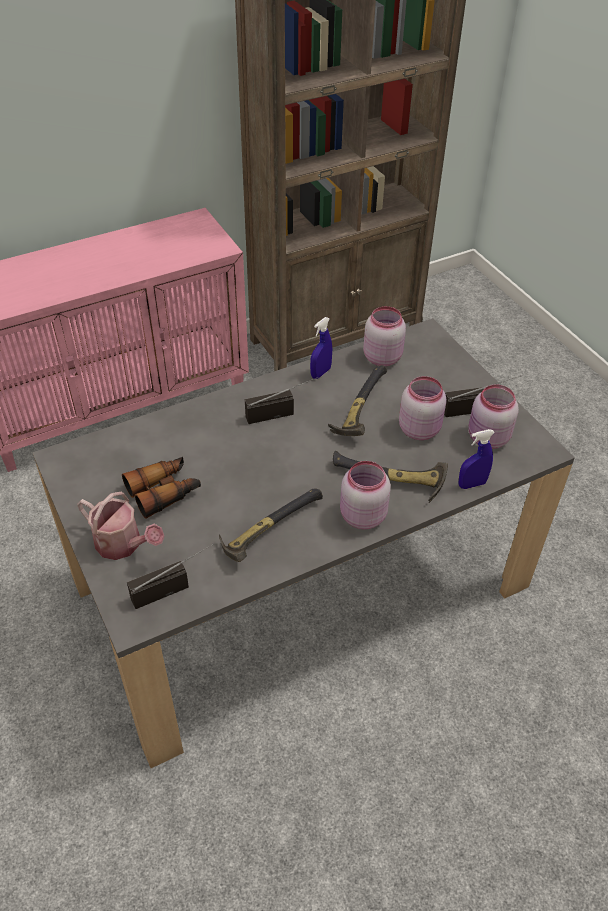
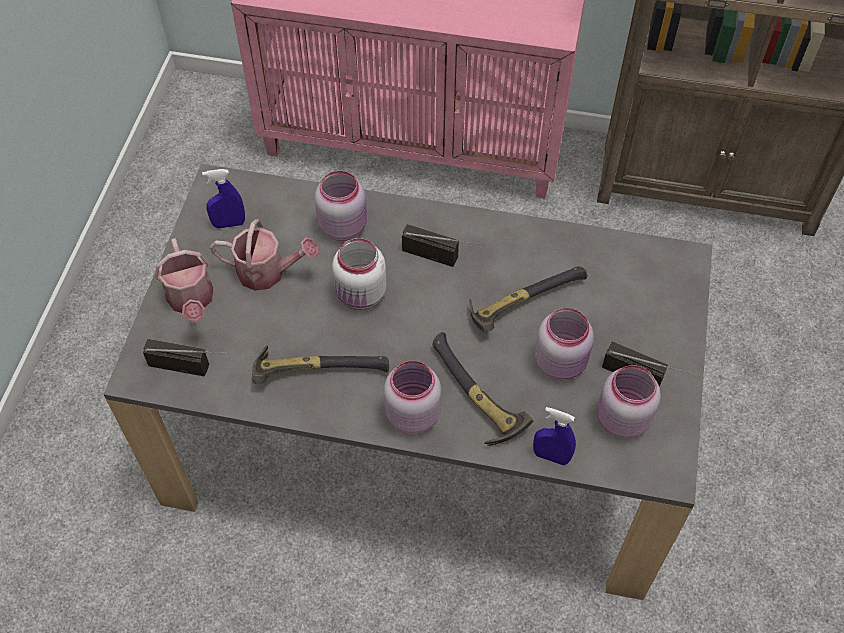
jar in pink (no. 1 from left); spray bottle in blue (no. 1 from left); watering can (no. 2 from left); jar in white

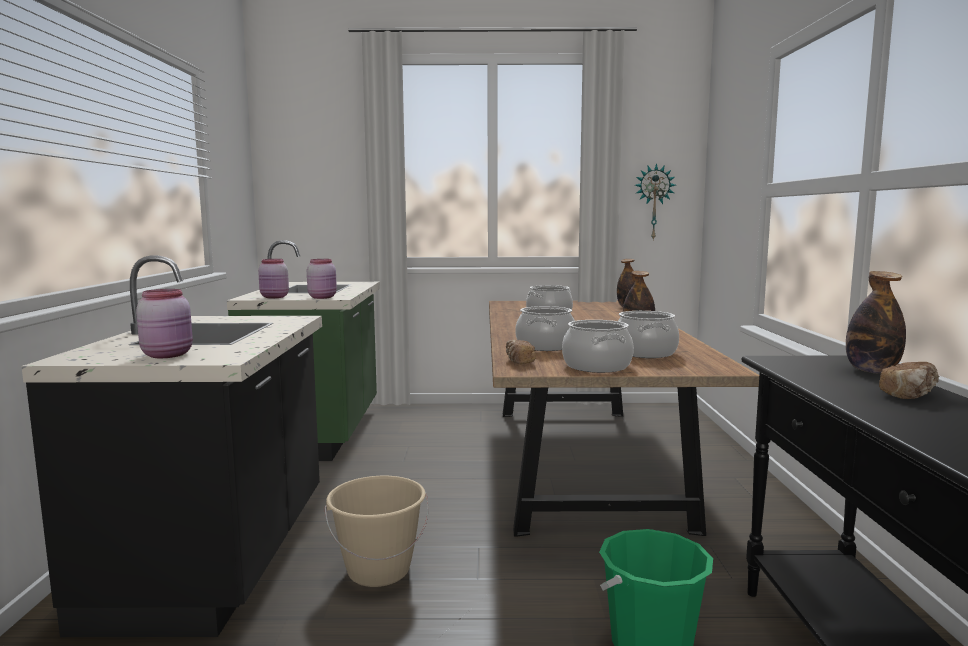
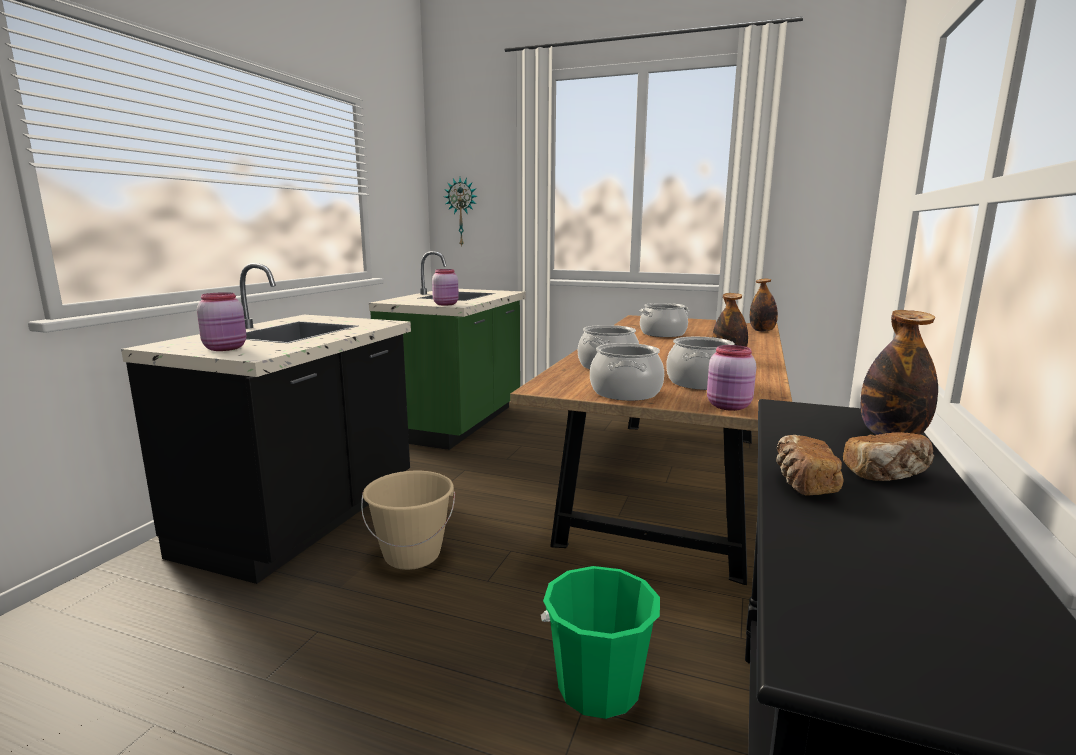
wall clock; jar in pink (no. 3 from left); bread (no. 1 from left)

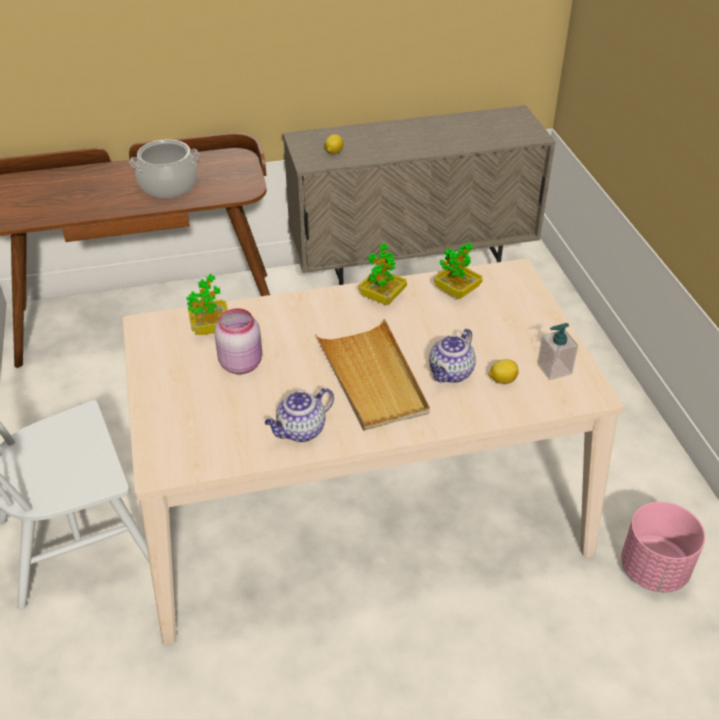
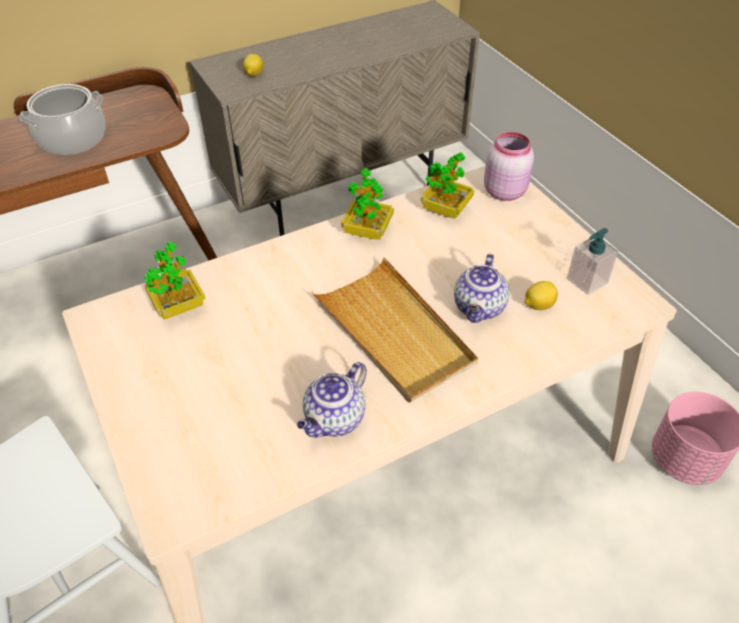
jar in pink

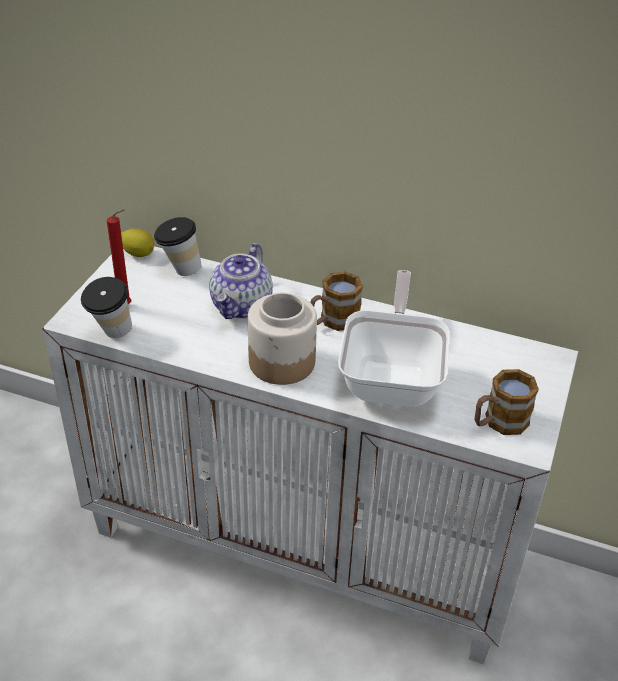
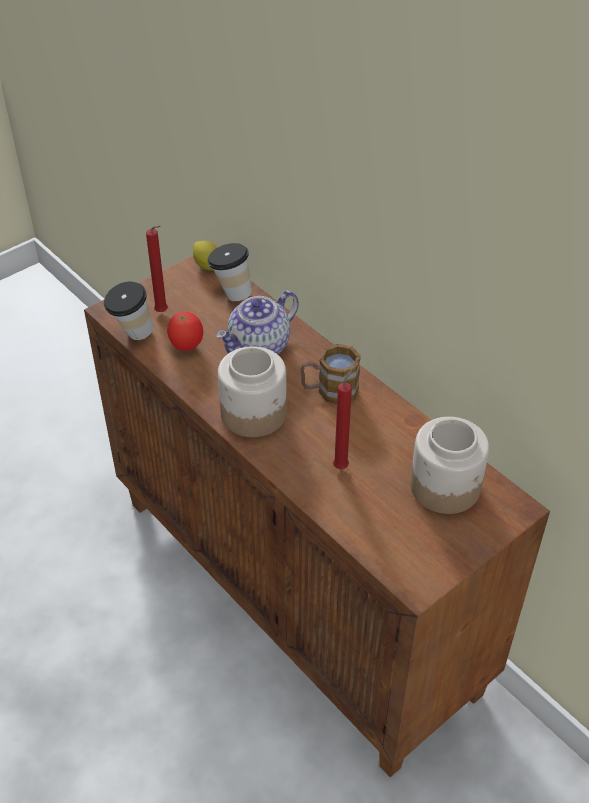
cabinet in brown; candle in red (no. 2 from left); mug (no. 2 from left in the first image); tomato; jar (no. 2 from left)

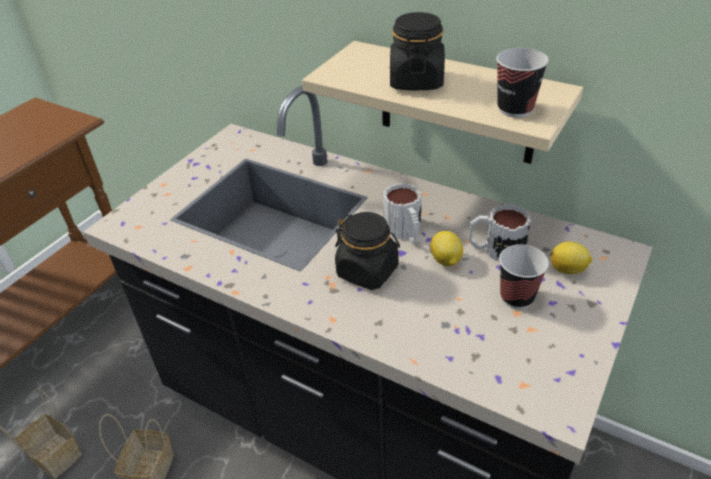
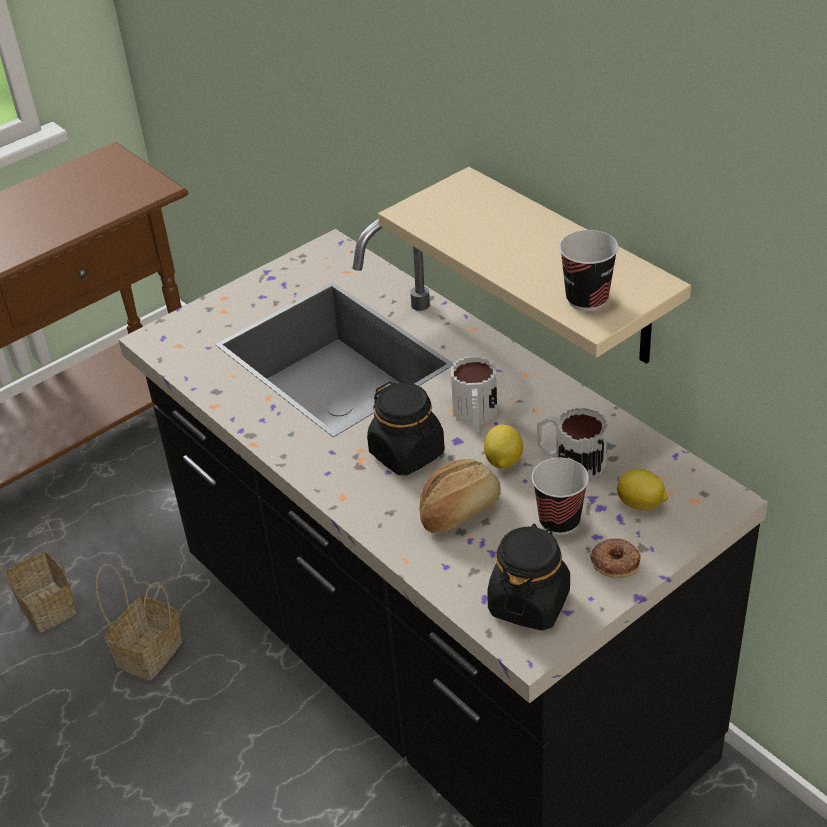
jar in black (no. 2 from left); bread; donut

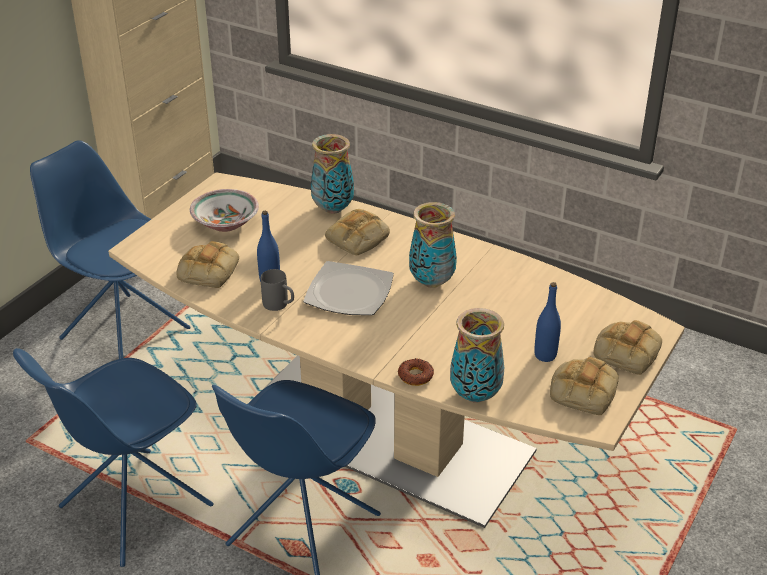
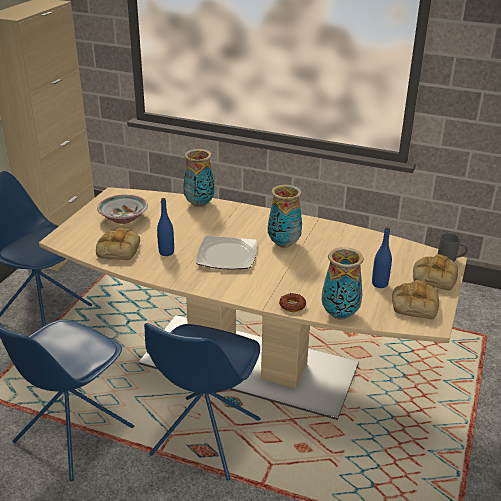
bread (no. 2 from left in the first image); mug in grey

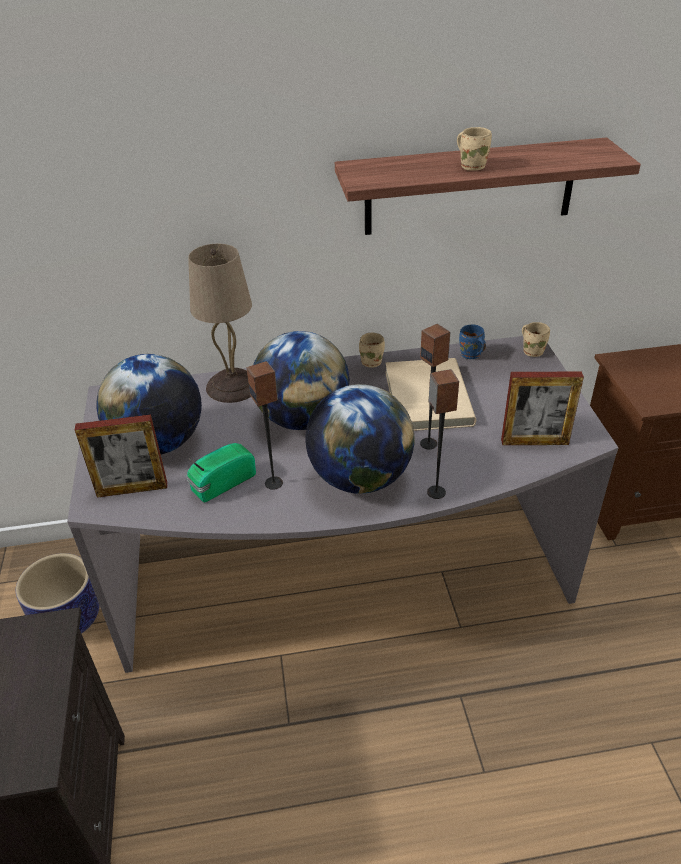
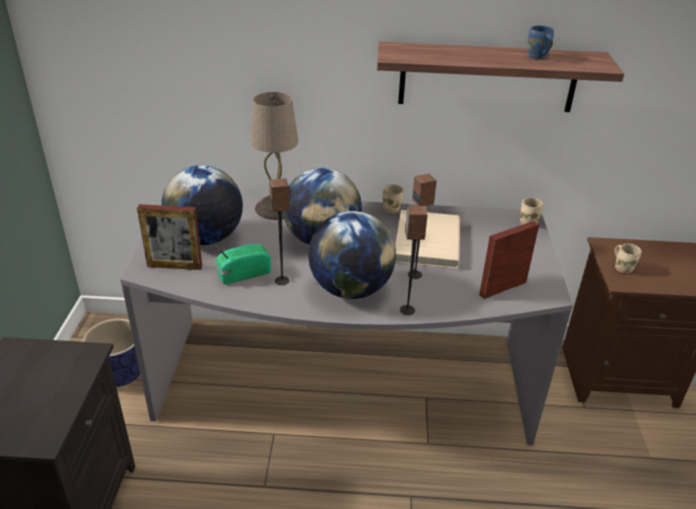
mug in beige (no. 3 from left); mug in blue; picture frame (no. 2 from left)

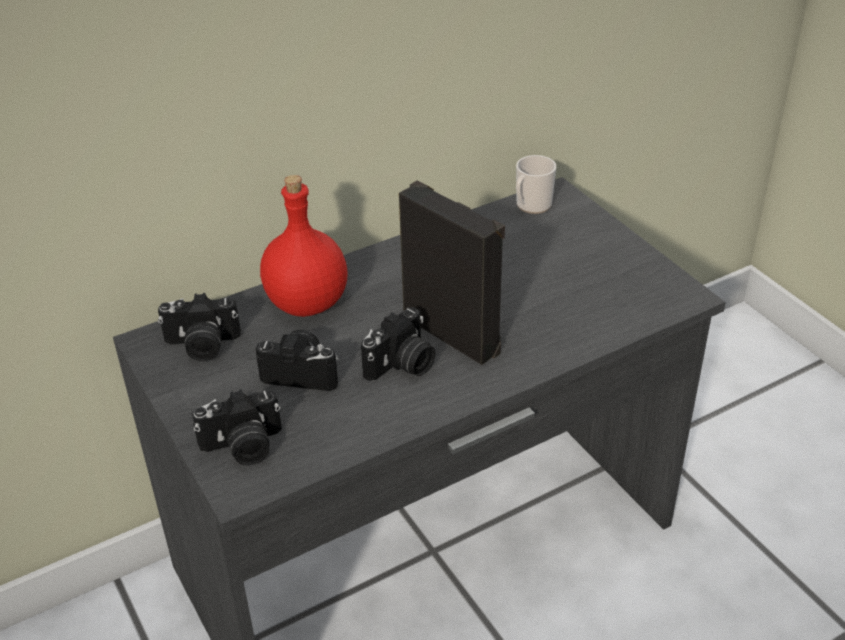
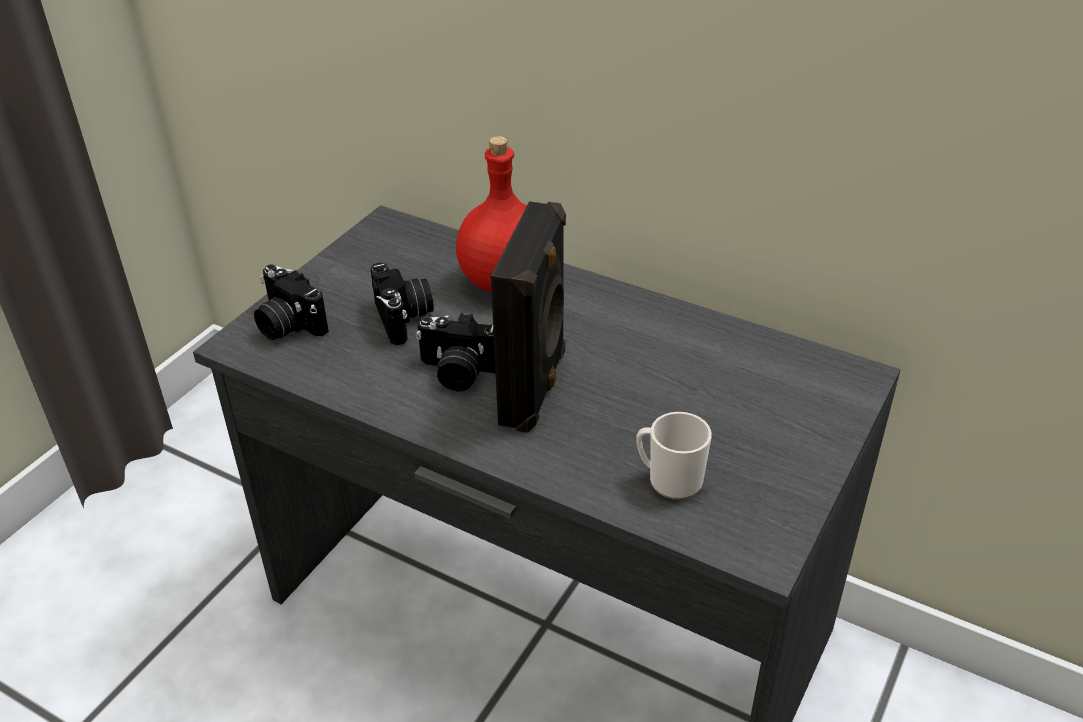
mug; photo camera (no. 1 from left in the first image)

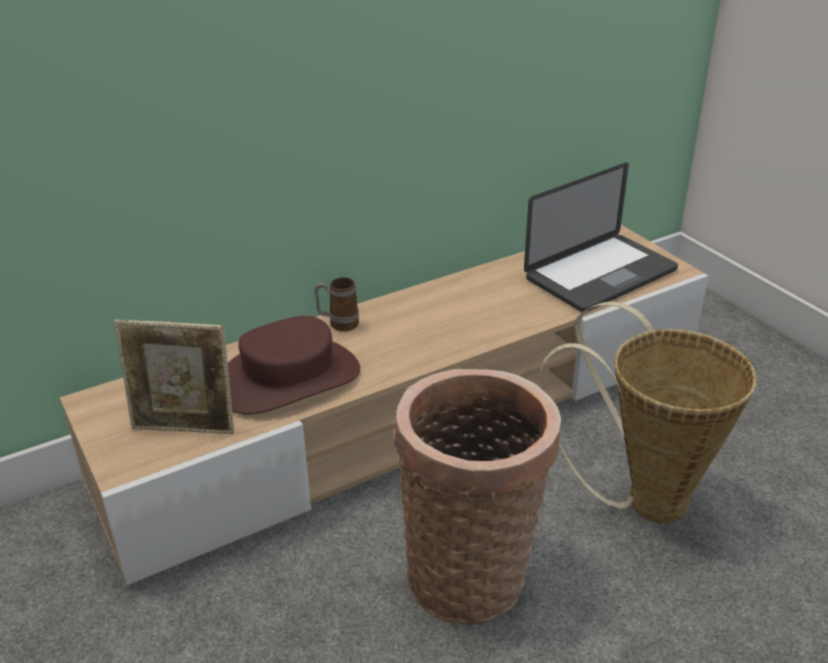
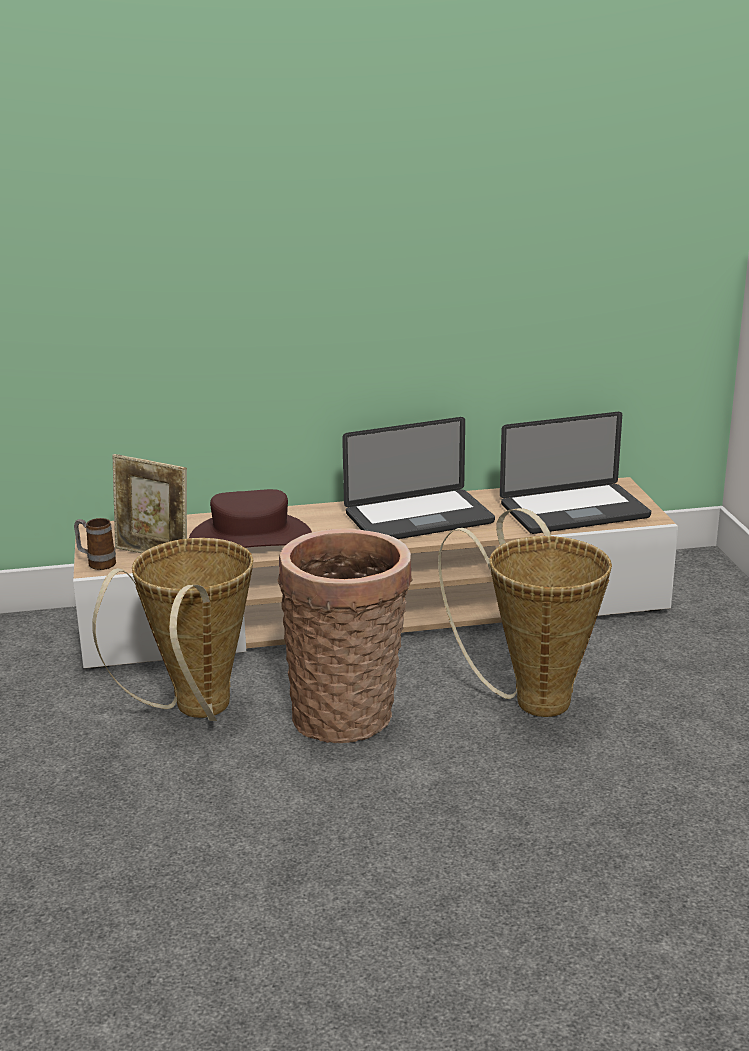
mug; laptop (no. 1 from left); basket (no. 1 from left)

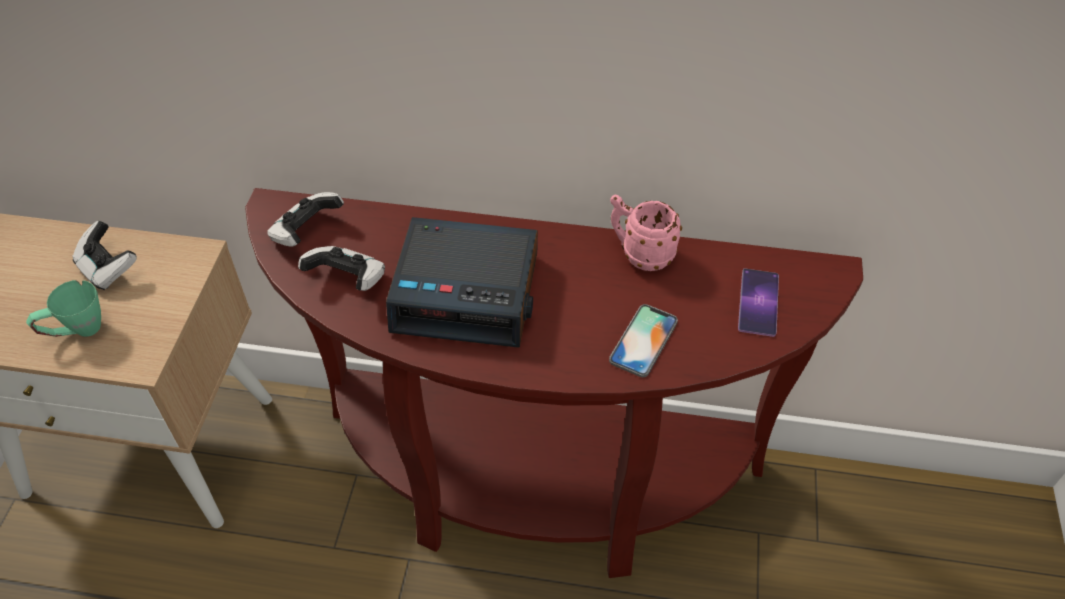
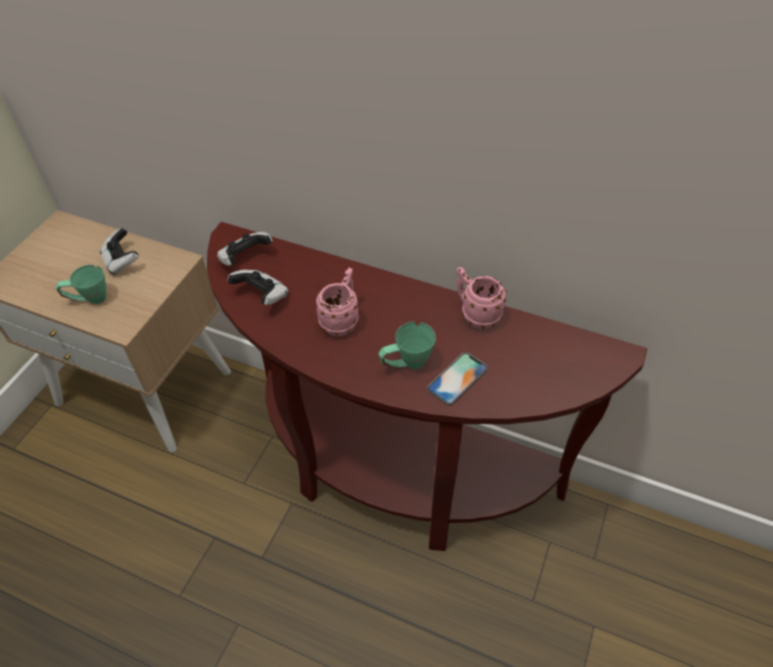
mug in pink (no. 1 from left); phone (no. 2 from left in the first image); mug in green (no. 2 from left)

